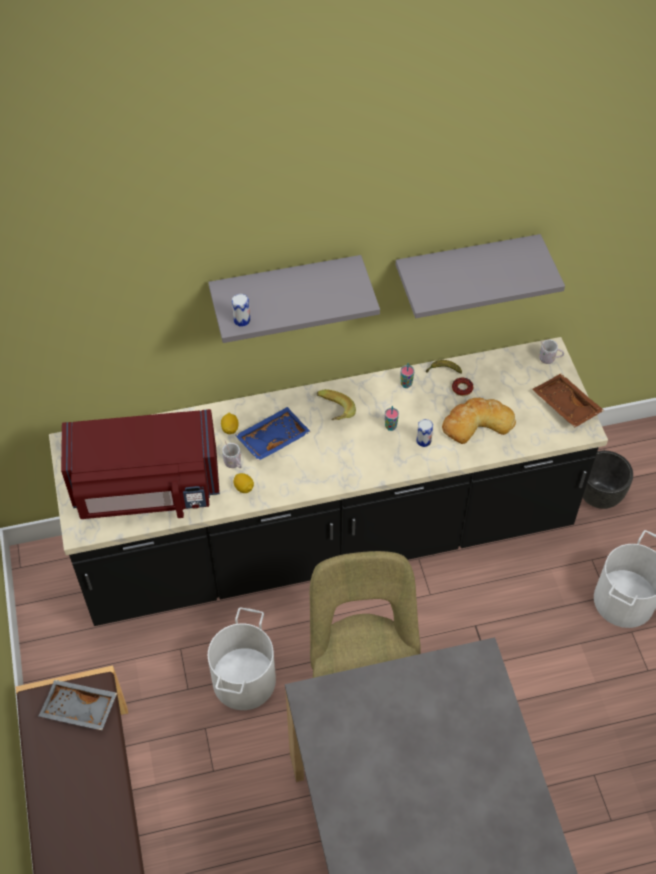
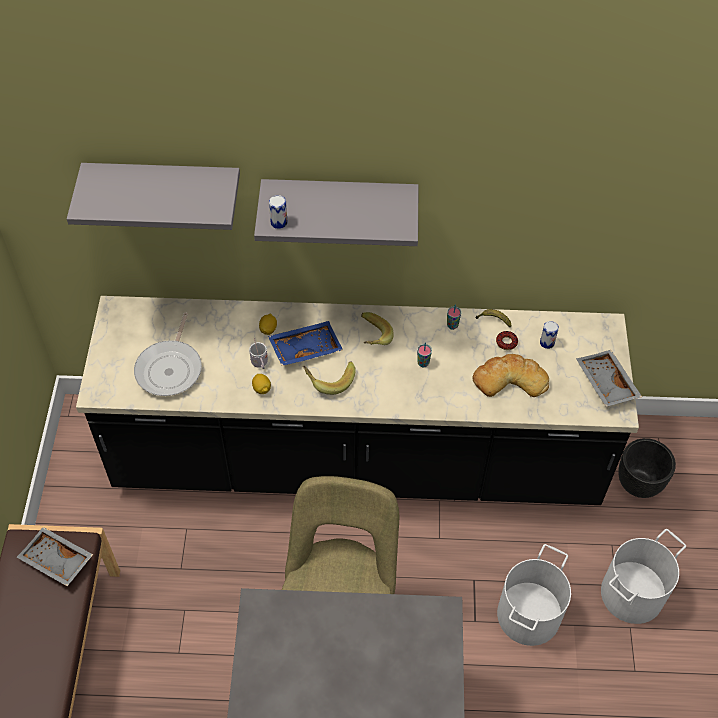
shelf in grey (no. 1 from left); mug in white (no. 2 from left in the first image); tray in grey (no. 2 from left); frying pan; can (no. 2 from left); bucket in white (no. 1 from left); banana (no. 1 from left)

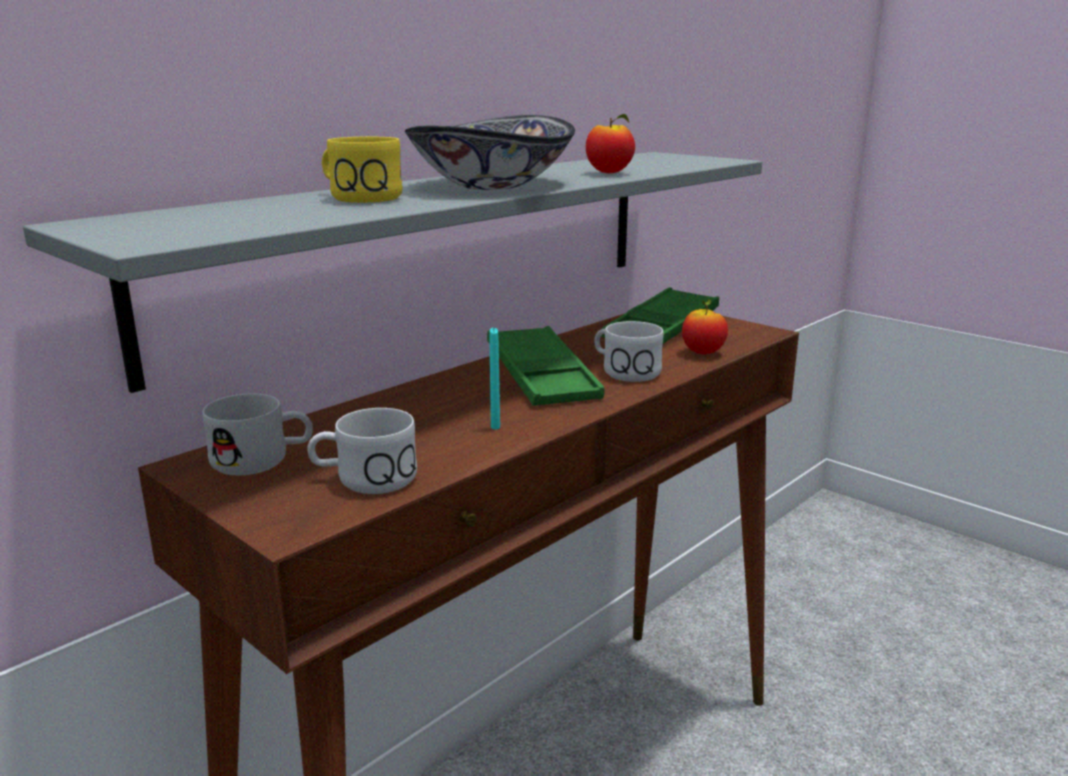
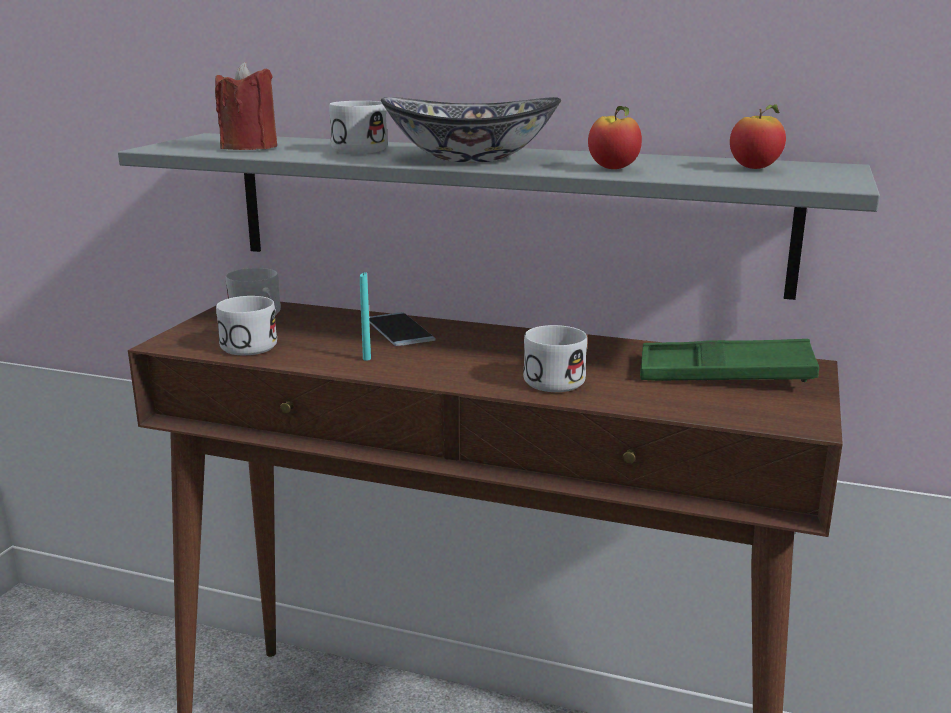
mug in white (no. 3 from left); apple (no. 2 from left); tray in green (no. 1 from left in the first image); candle in red; phone

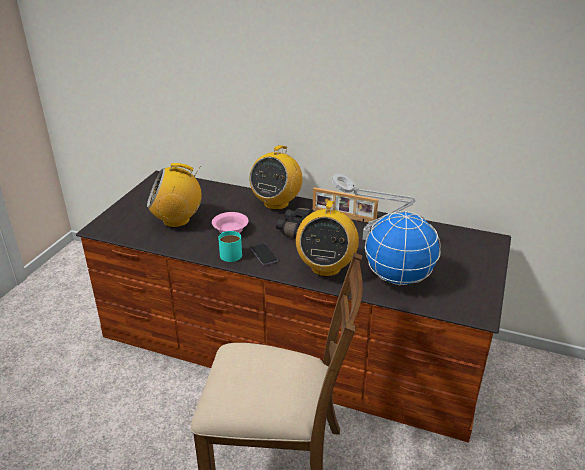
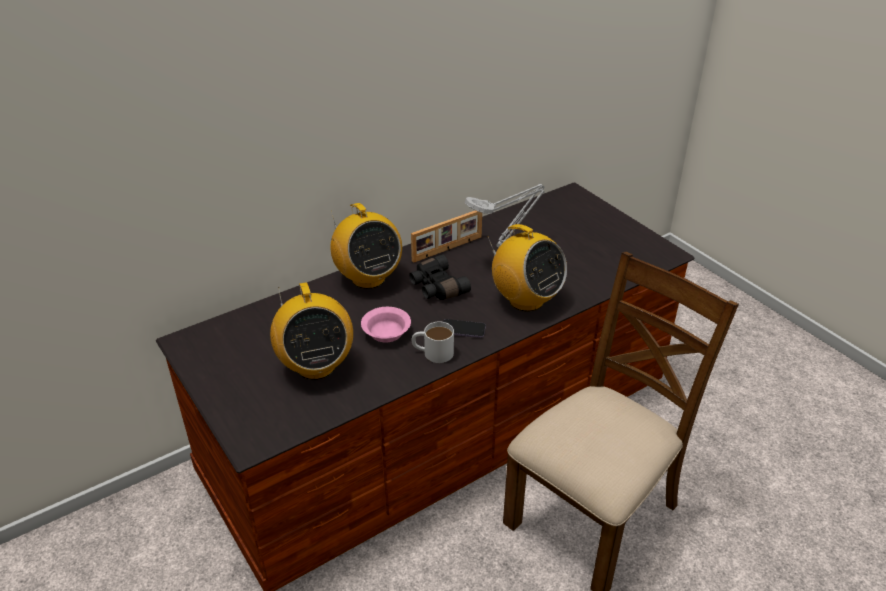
radio (no. 1 from left); globe; mug in white

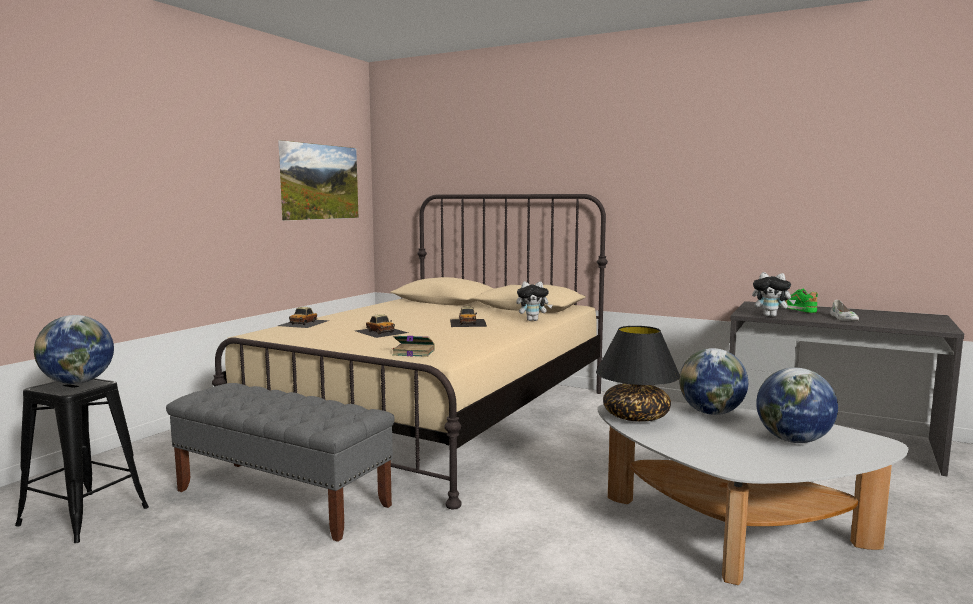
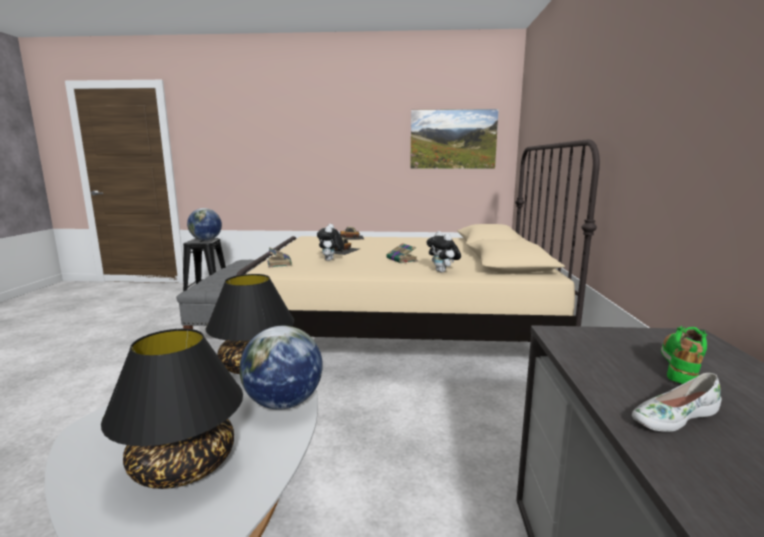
plush toy (no. 1 from left); book (no. 2 from left); table lamp in black (no. 1 from left)

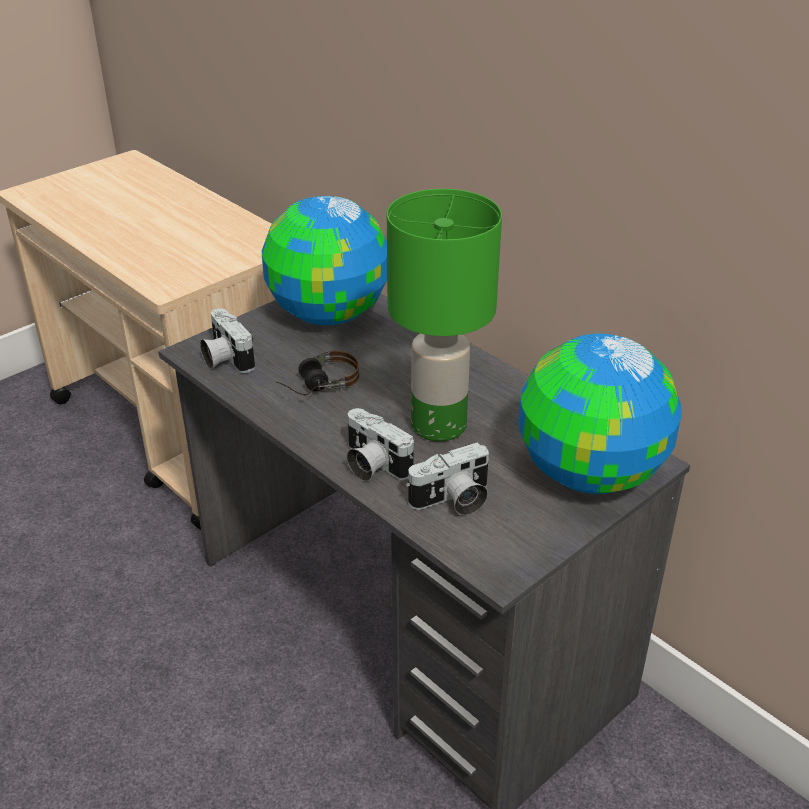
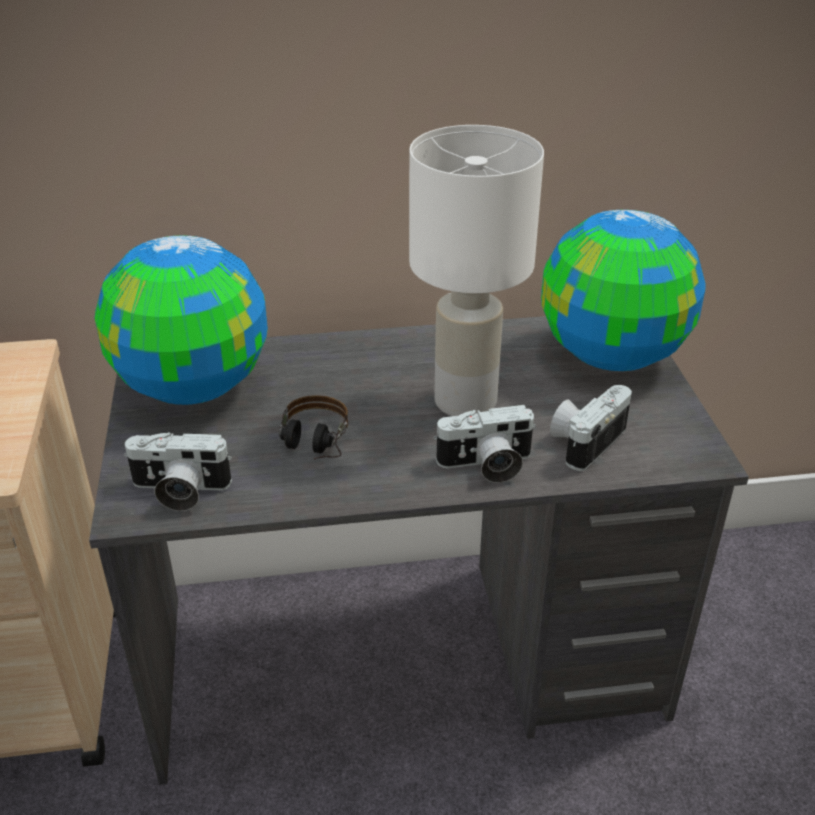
table lamp in white; photo camera (no. 3 from left)

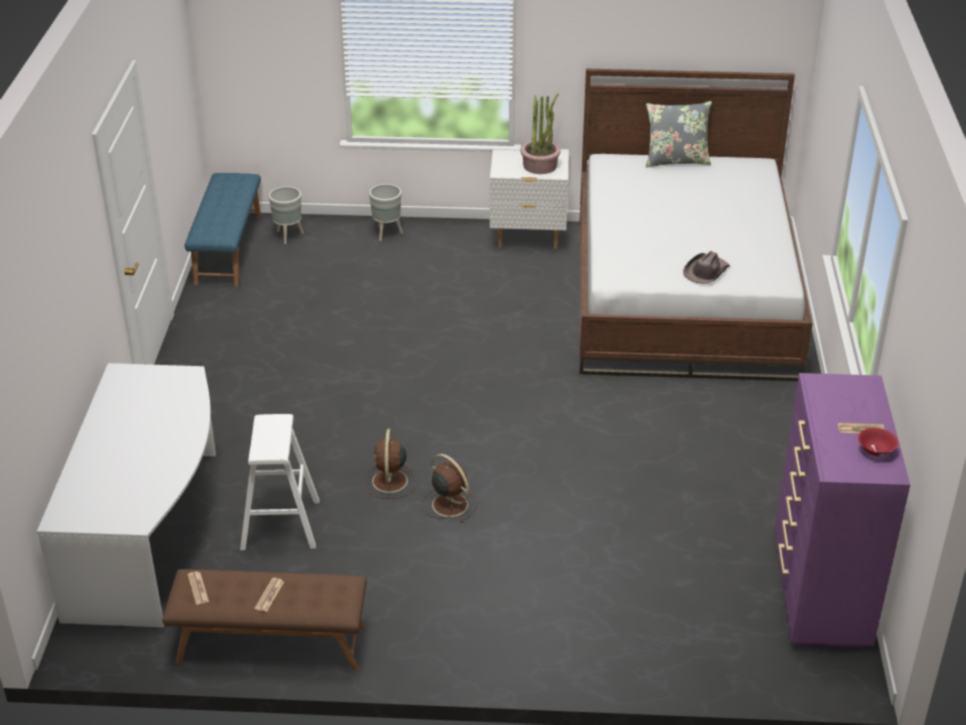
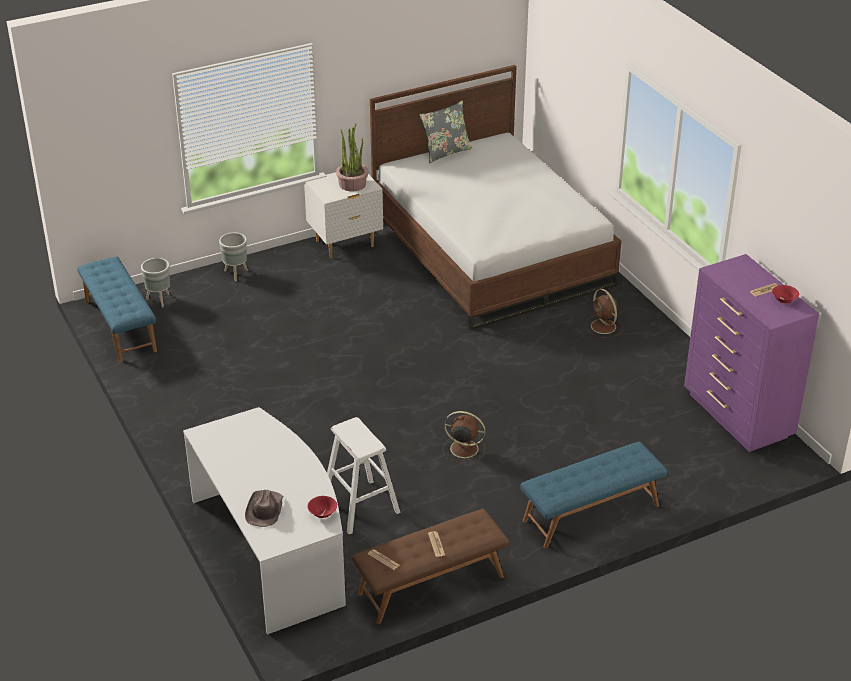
hat in brown; fan in brown (no. 2 from left); bench in blue (no. 2 from left); bowl in red (no. 1 from left)

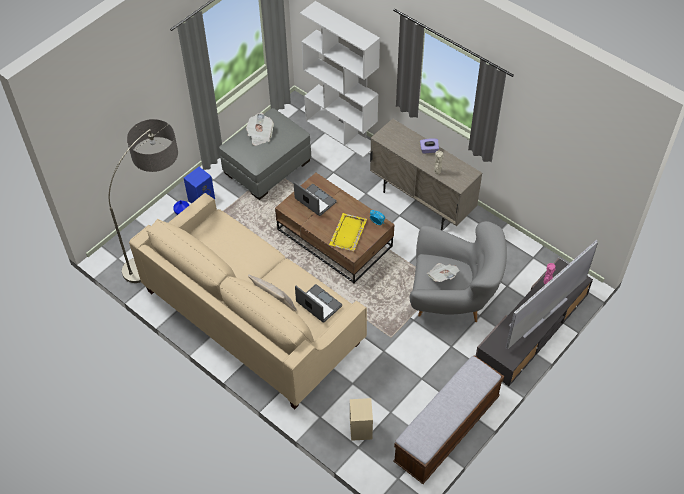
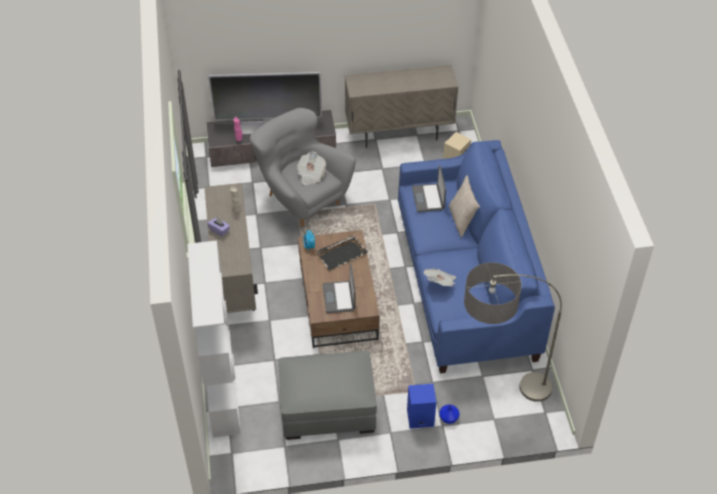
newspaper (no. 2 from left); sofa in blue; tray in black; cabinet in beige (no. 2 from left)

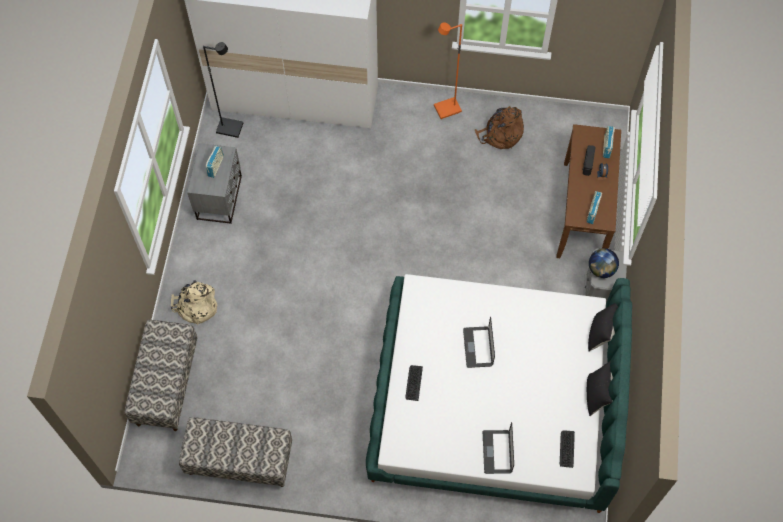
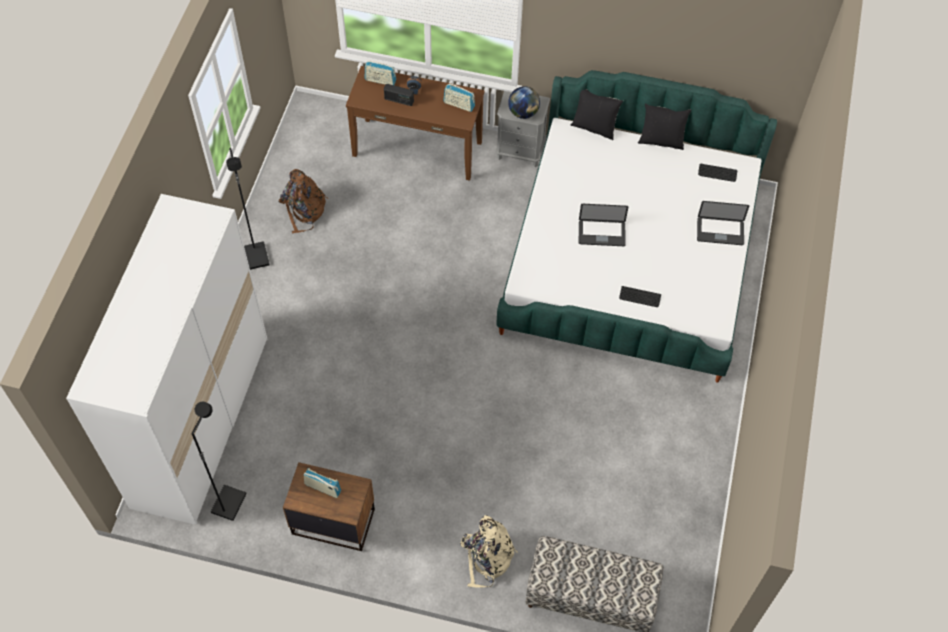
floor lamp in black (no. 2 from left); nightstand in brown; bench (no. 2 from left in the first image)

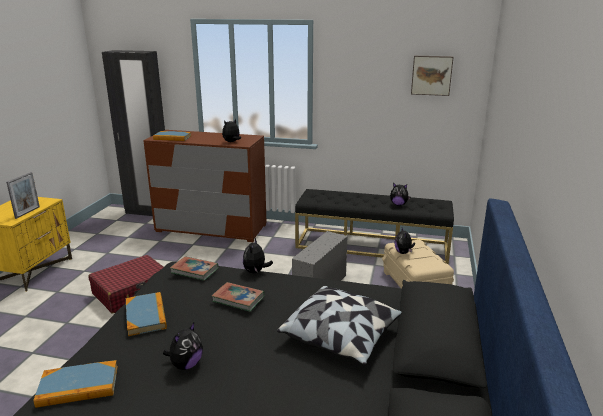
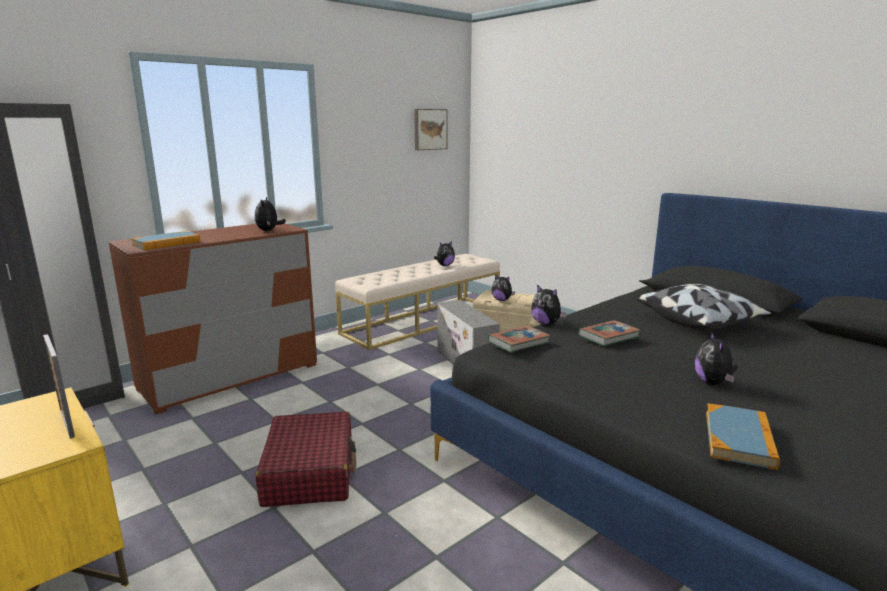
bench in beige; book (no. 2 from left in the first image); plush toy (no. 5 from left)

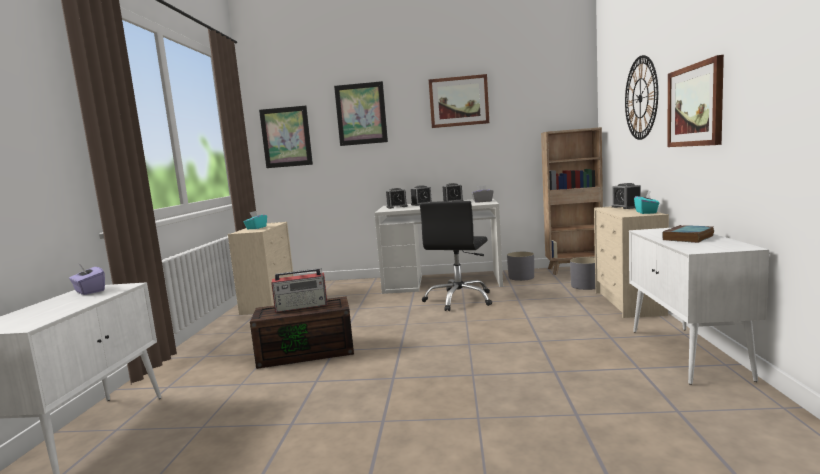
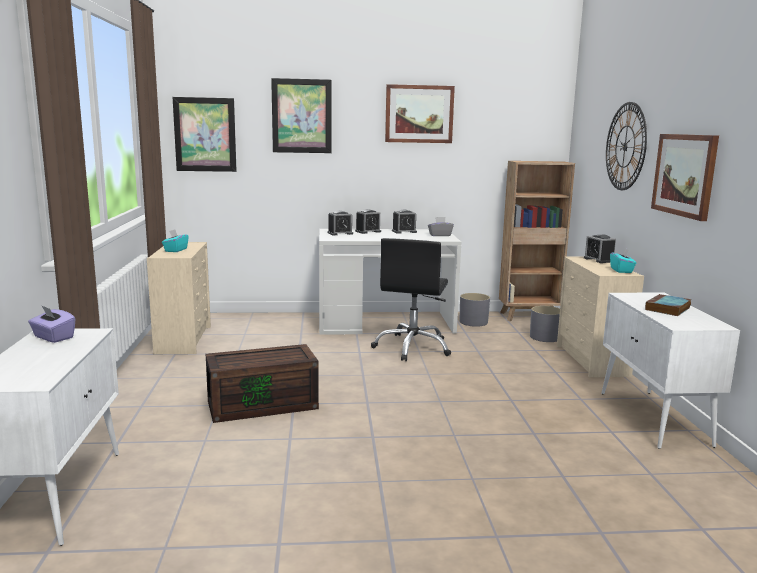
radio

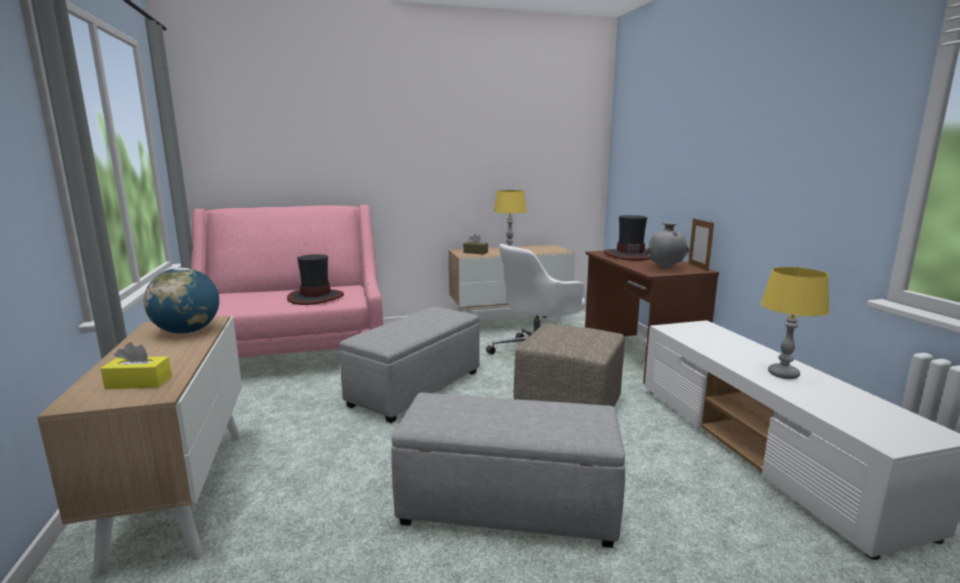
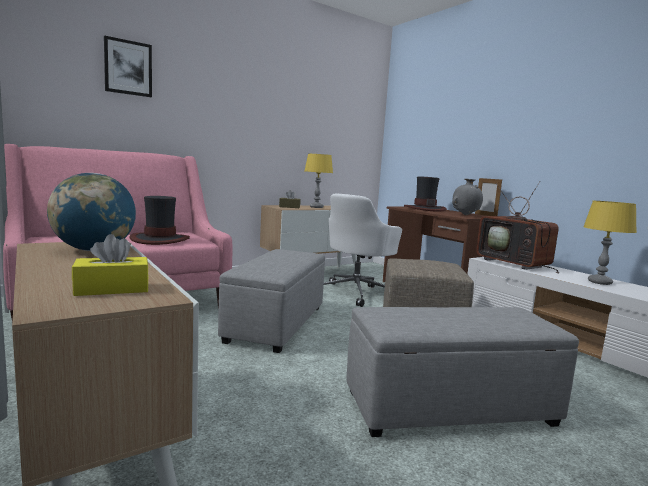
picture; television

